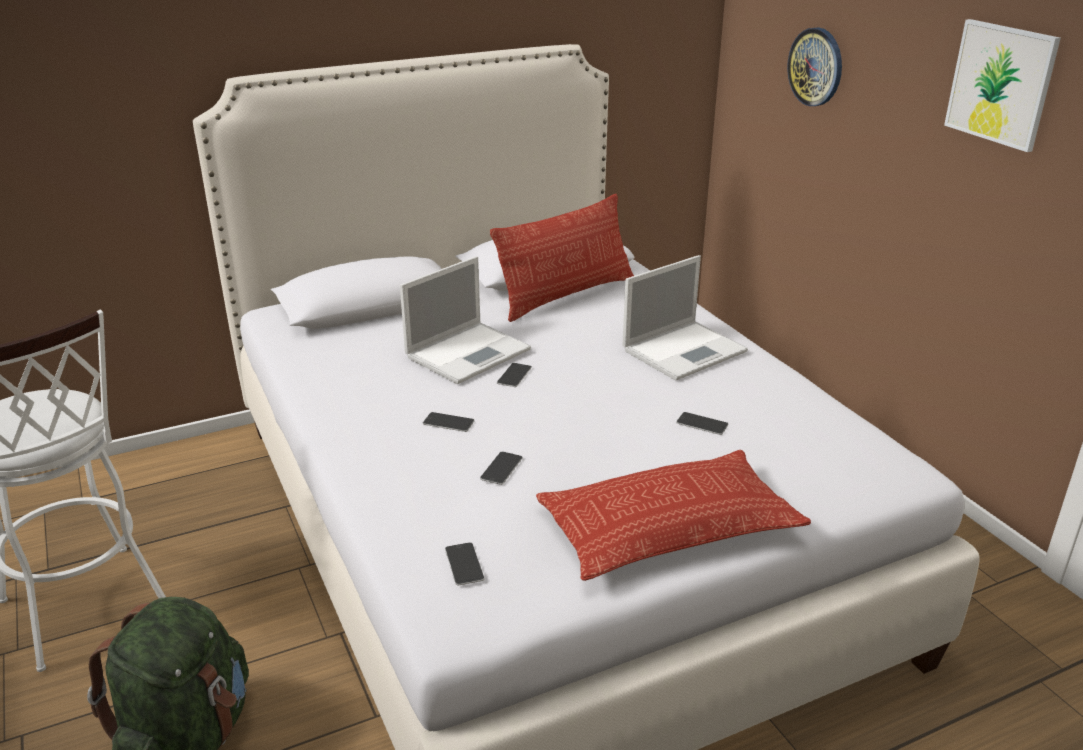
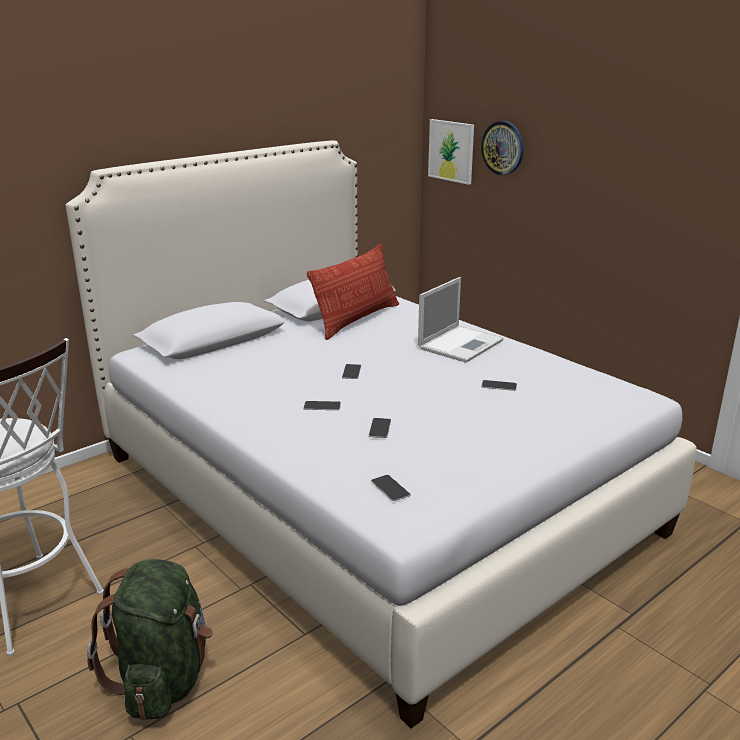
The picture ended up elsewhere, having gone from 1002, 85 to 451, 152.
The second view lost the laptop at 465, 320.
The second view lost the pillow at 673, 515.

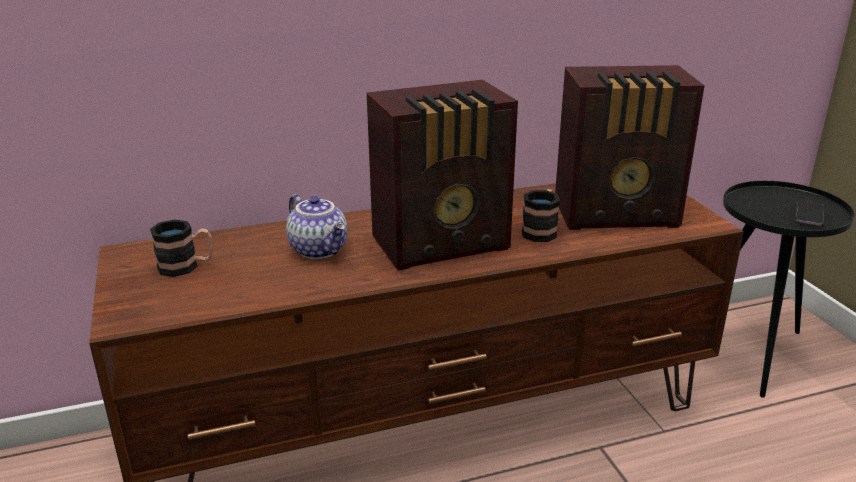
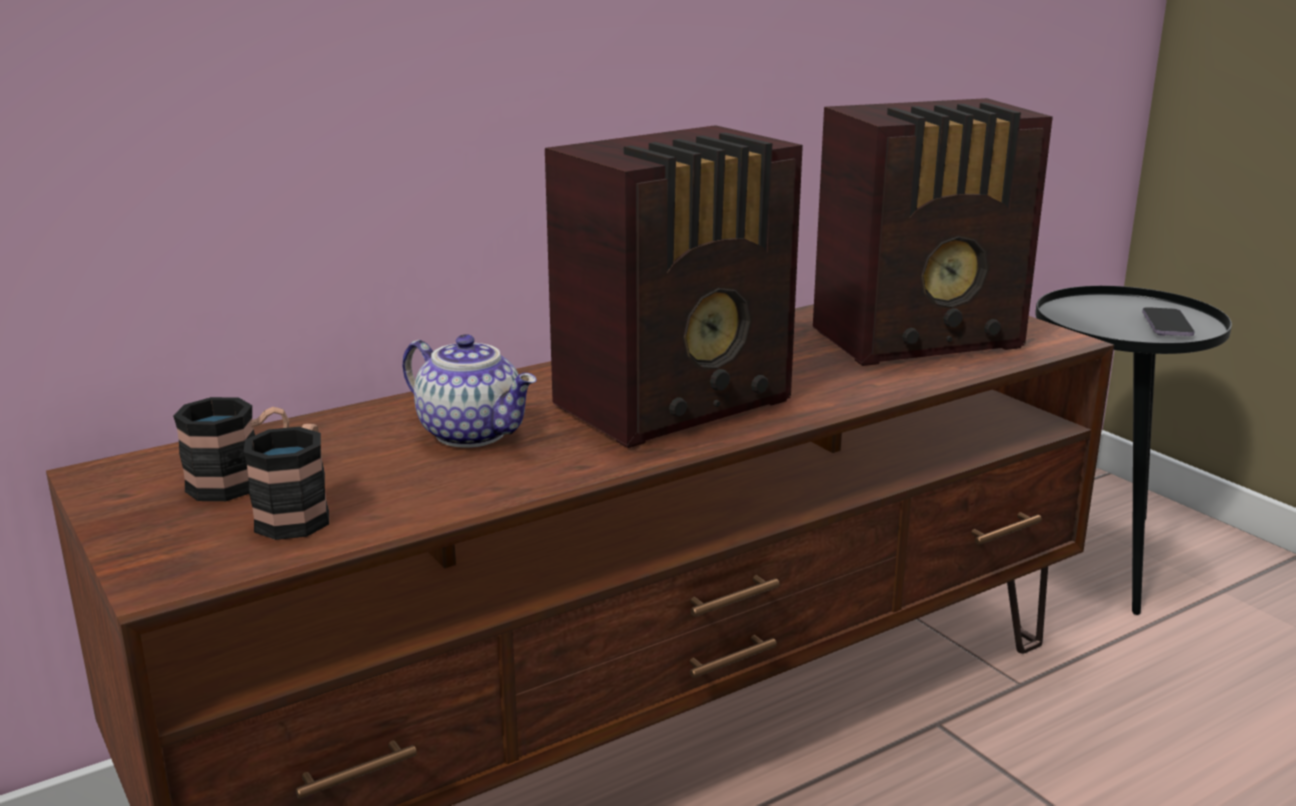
The mug ended up elsewhere, having gone from 541, 215 to 286, 482.

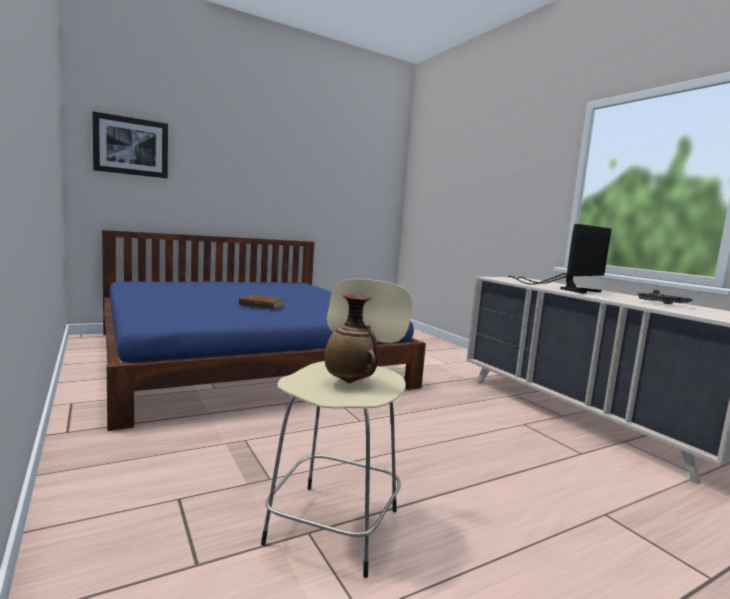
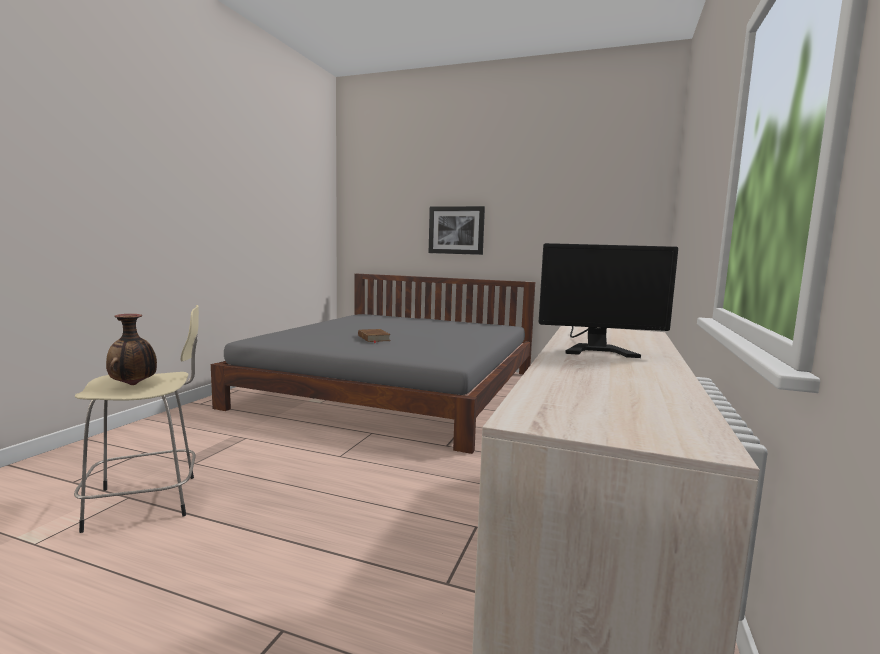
What was the blue_bed at 264, 330 turned into the grey_bed at 373, 364.
The picture ended up elsewhere, having gone from 130, 145 to 457, 230.
The second view lost the grey_tray at 668, 297.

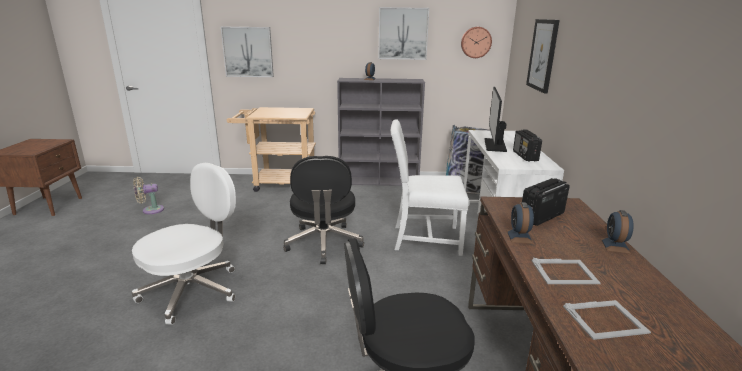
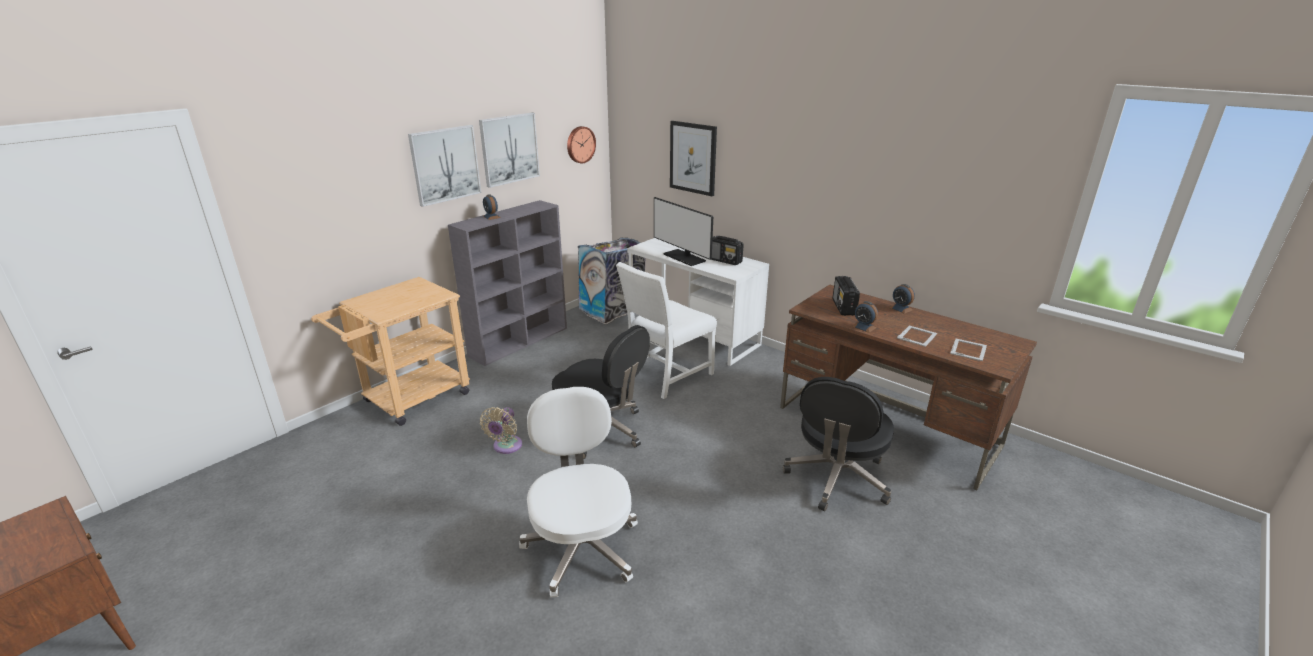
The picture ended up elsewhere, having gone from 247, 52 to 444, 166.
The beige_fan ended up elsewhere, having gone from 148, 195 to 501, 430.

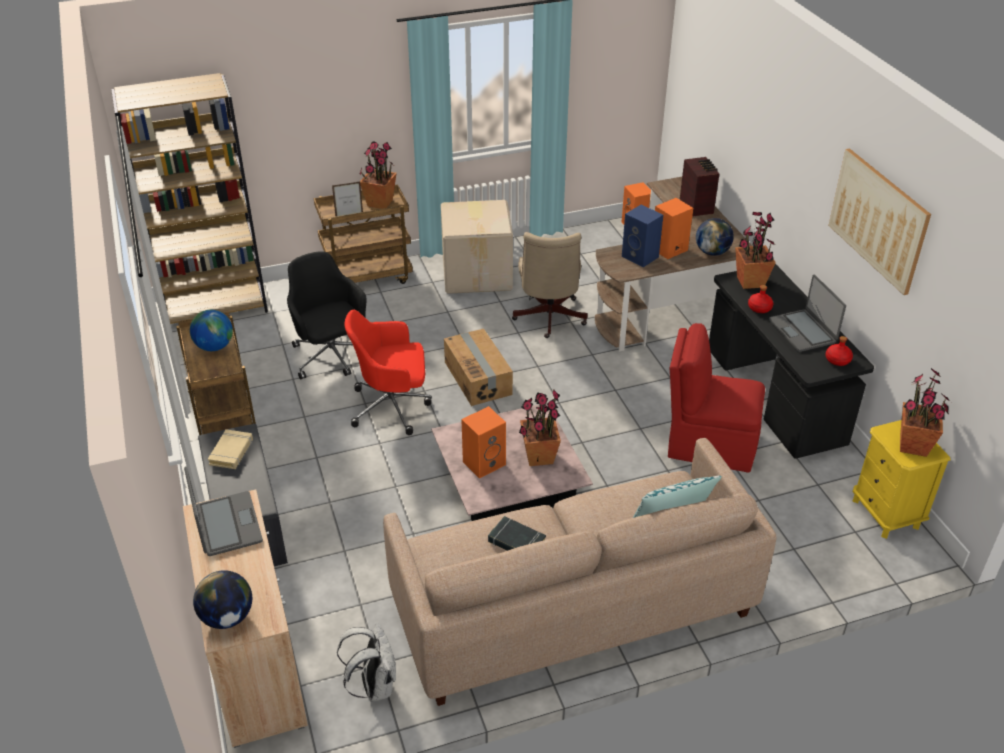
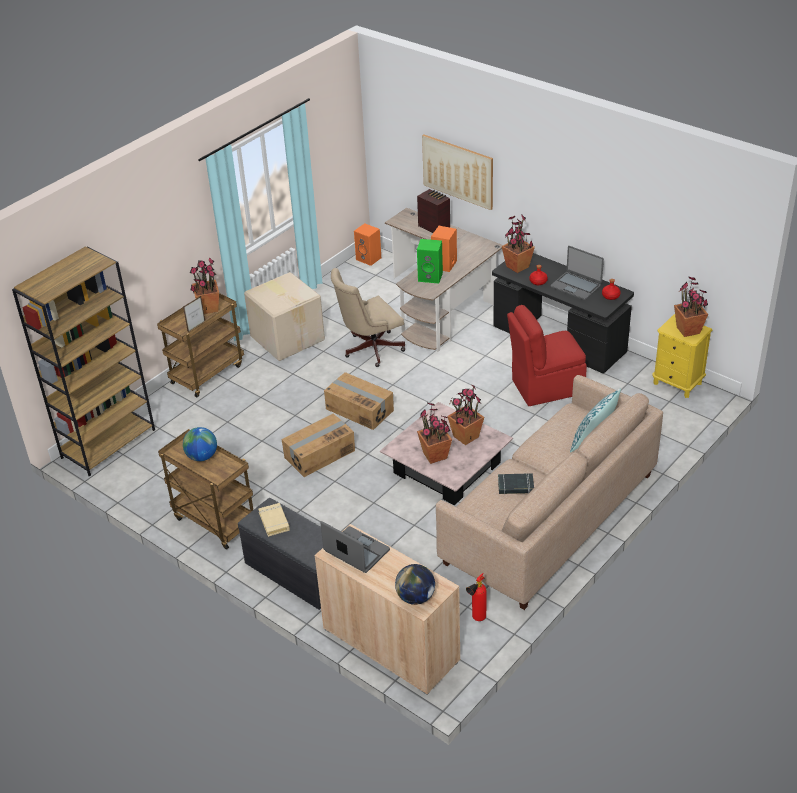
Where the red_office_chair stood at 388, 372, the cardboard_box came to stand at 318, 445.
The beige_office_chair at 549, 285 ended up facing another way, 90 degrees clockwise from before.
What was the blue_speaker at 642, 236 turned into the green_speaker at 430, 261.
Where the orange_speaker stood at 483, 442, the potted_plant came to stand at 434, 433.
The picture ended up elsewhere, having gone from 879, 221 to 457, 172.
Where the white_backpack stood at 366, 662, the fire_extinguisher came to stand at 476, 597.
The second view lost the black_office_chair at 327, 315.
The second view lost the globe at 715, 237.

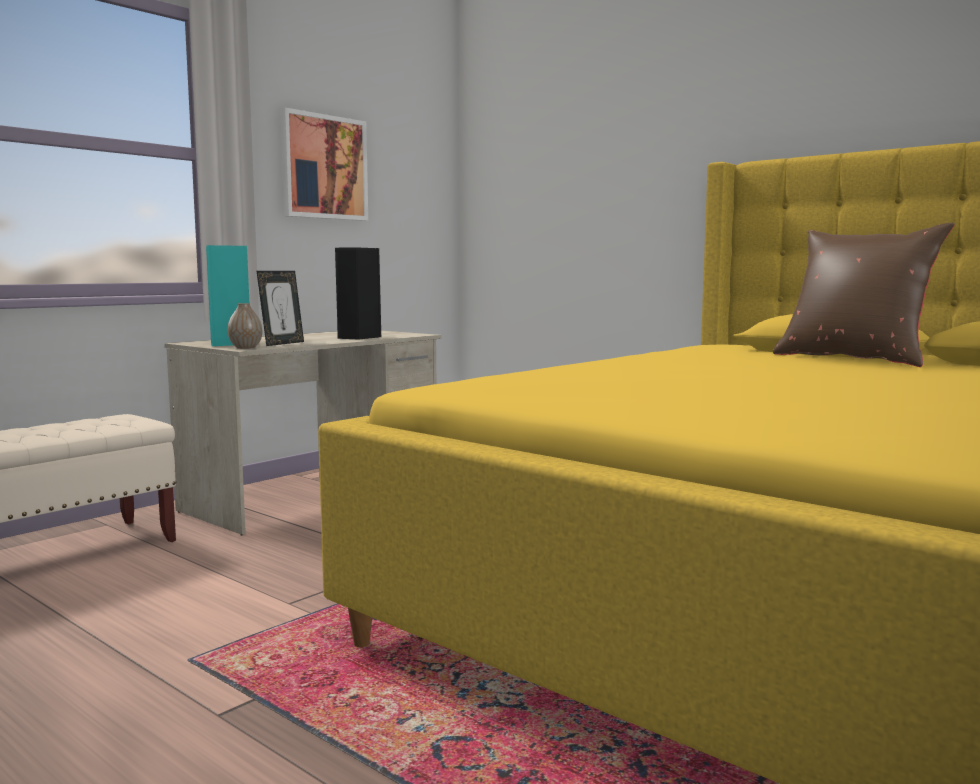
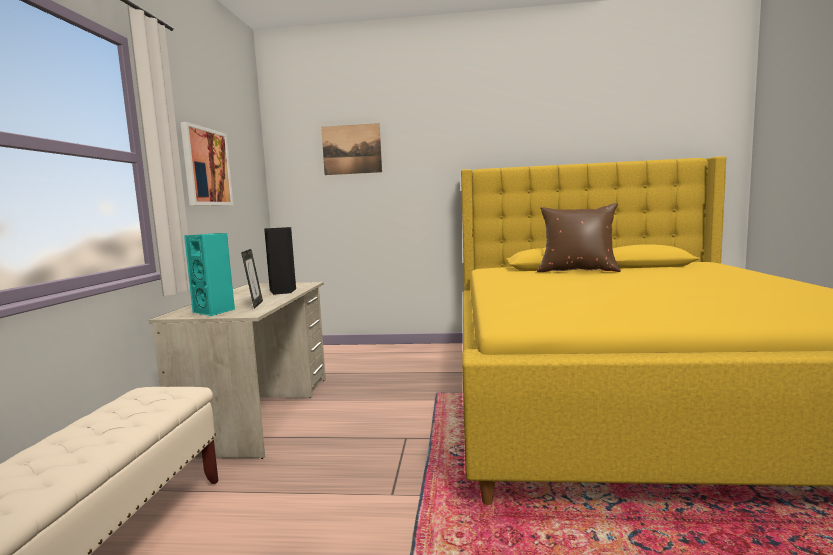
The second view gained the picture at 351, 149.
The second view lost the vase at 245, 326.

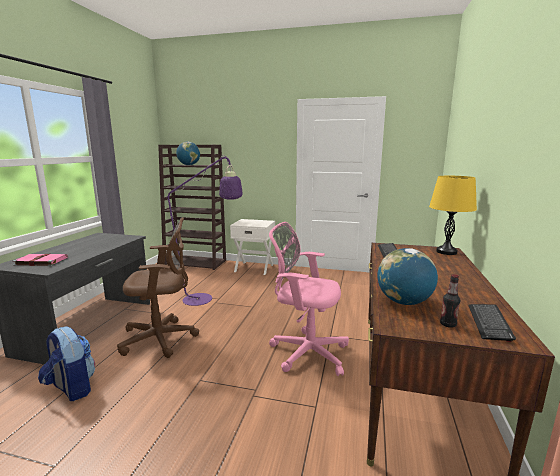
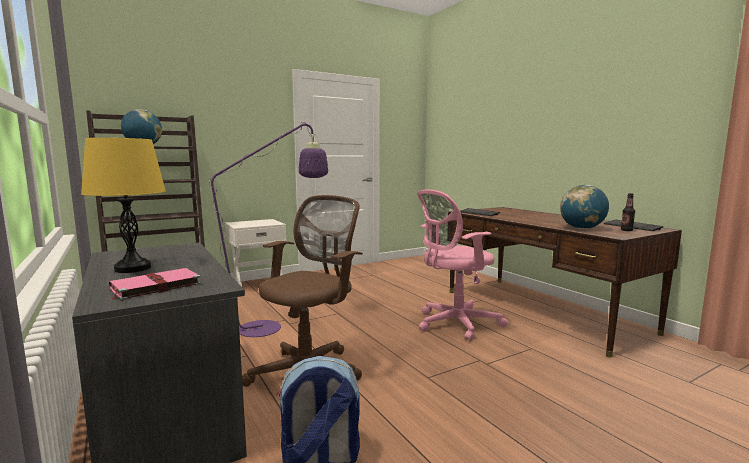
The yellow_table_lamp ended up elsewhere, having gone from 453, 215 to 123, 205.

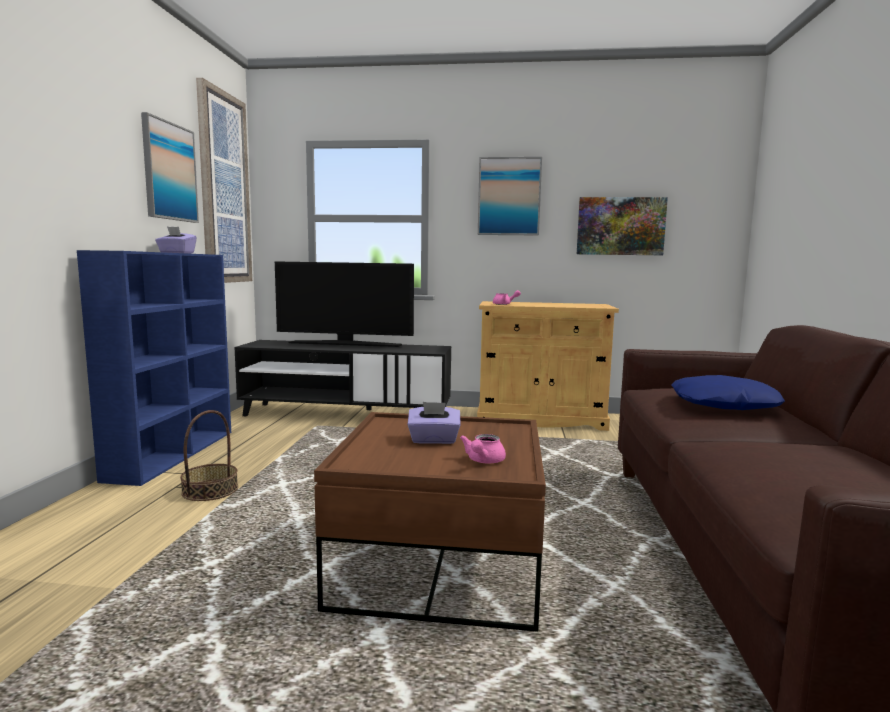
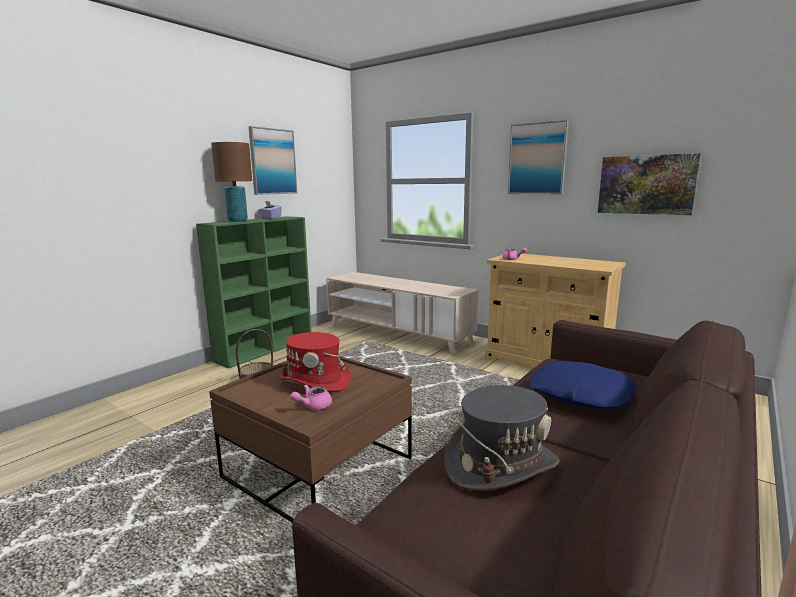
What was the blue_bookcase at 154, 368 turned into the green_bookcase at 254, 292.
The second view gained the brown_table_lamp at 231, 182.
Where the purple_tissue_box stood at 434, 423, the red_hat came to stand at 315, 362.
What was the black_tv_stand at 342, 378 turned into the beige_tv_stand at 402, 314.
The second view gained the grey_hat at 501, 438.
The second view lost the picture at 224, 180.
The second view lost the television at 344, 304.

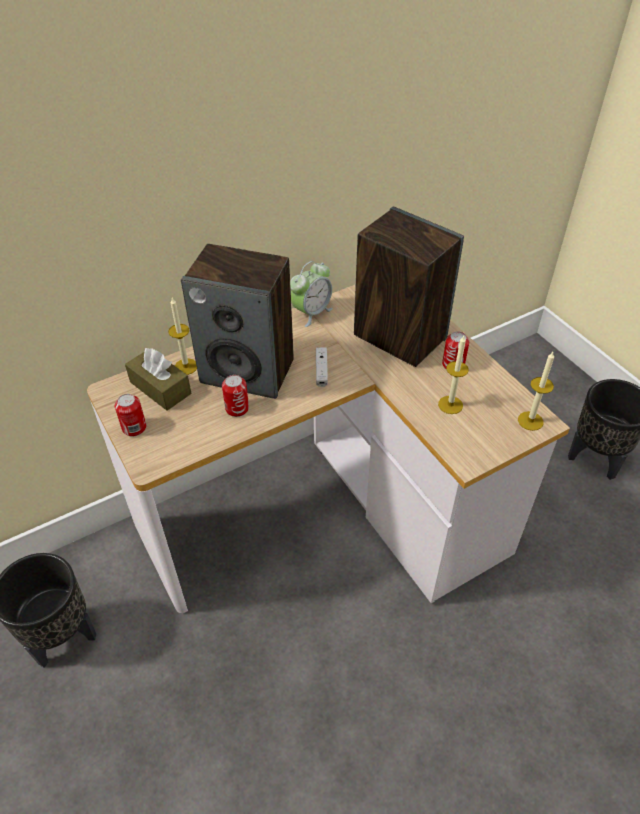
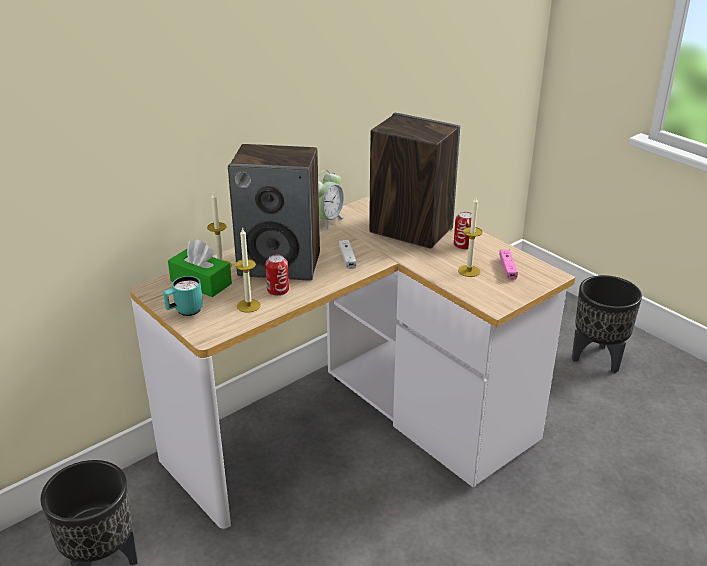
Where the can stood at 130, 415, the turquoise_mug came to stand at 183, 296.
What was the brown_tissue_box at 158, 379 turned into the green_tissue_box at 200, 268.
The candle ended up elsewhere, having gone from 536, 391 to 248, 270.
The second view gained the pink_game_controller at 508, 265.

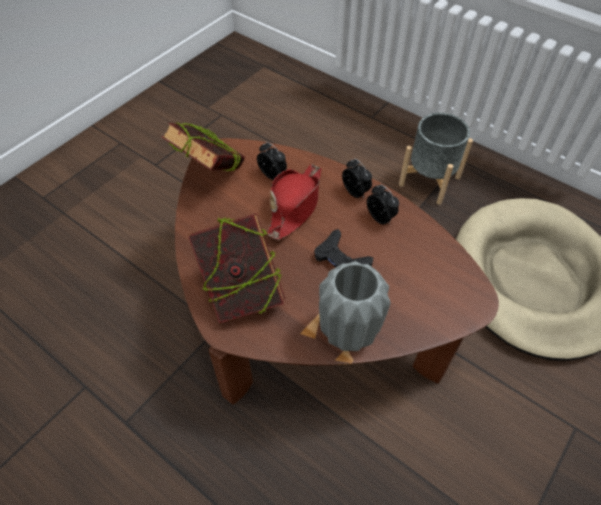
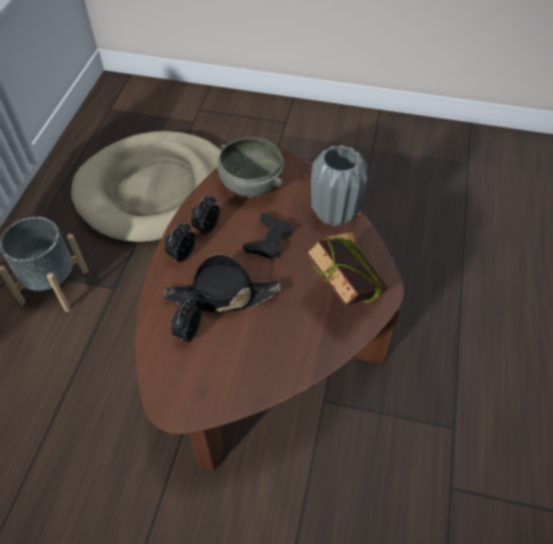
What was the red_hat at 294, 202 turned into the black_hat at 222, 283.
The second view gained the grey_bowl at 250, 167.
The second view lost the book at 203, 146.

